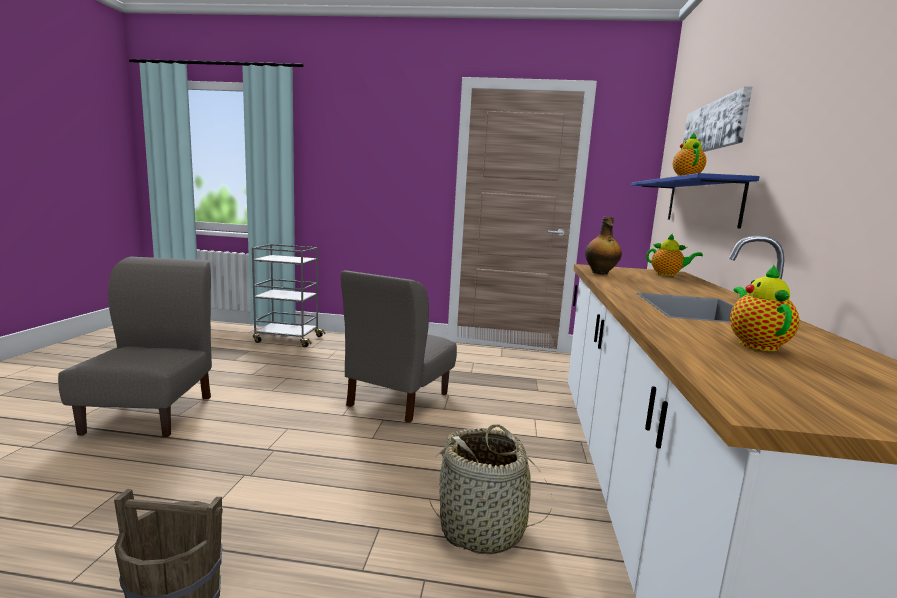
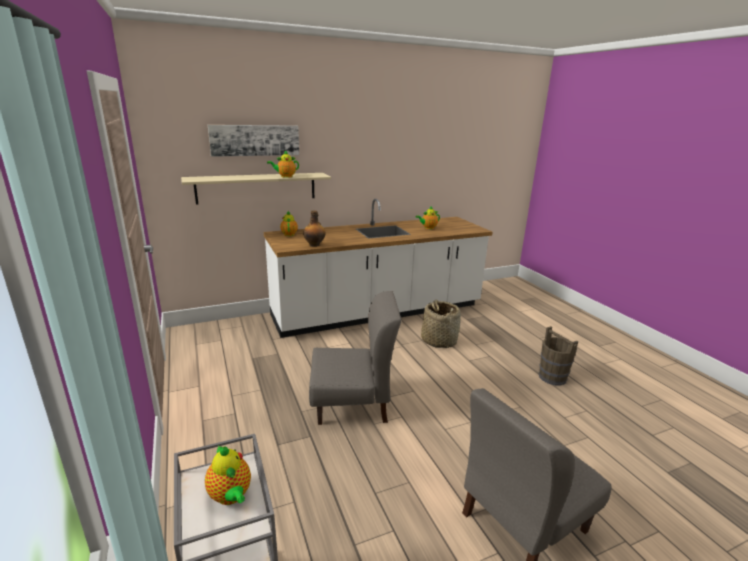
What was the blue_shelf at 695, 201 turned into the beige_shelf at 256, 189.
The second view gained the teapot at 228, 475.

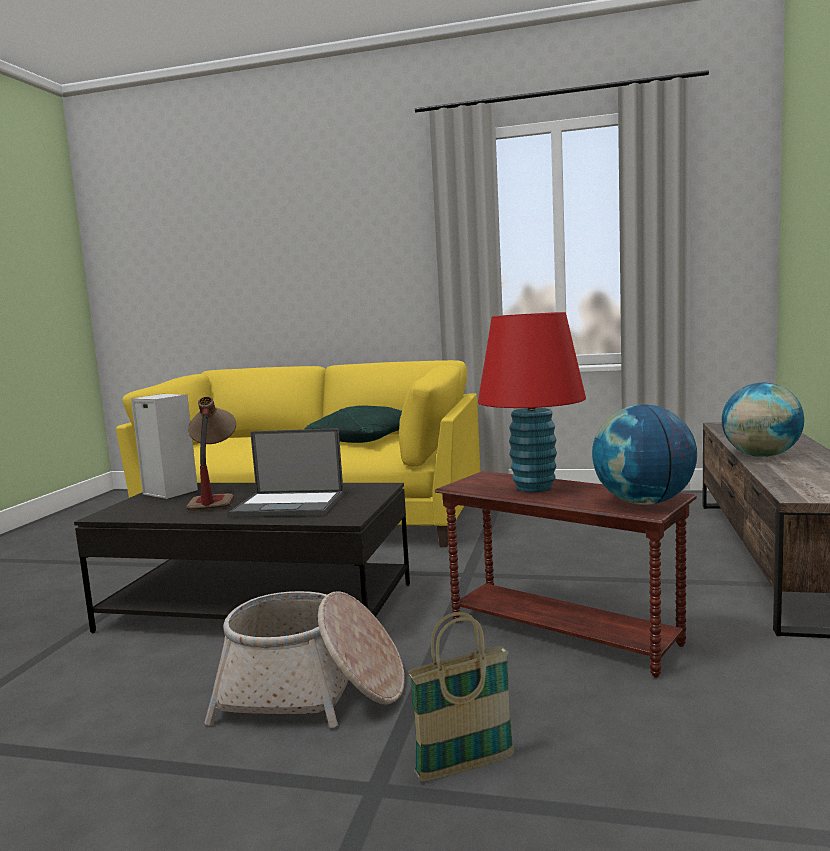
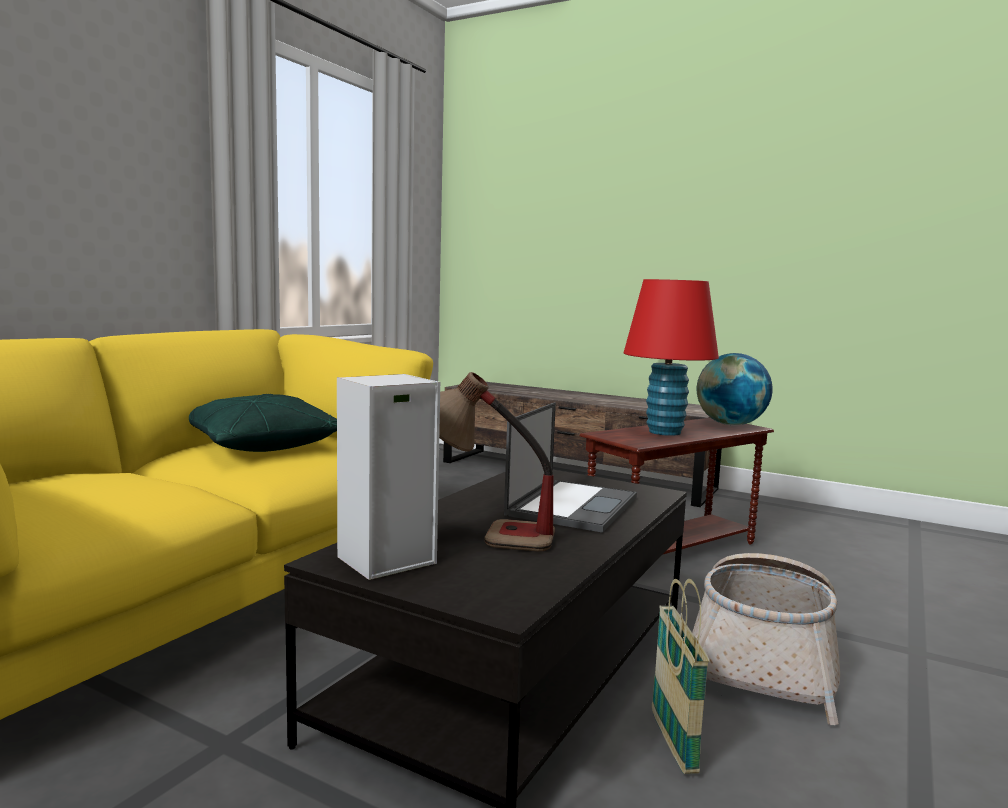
The basket ended up elsewhere, having gone from 461, 697 to 680, 676.
The second view lost the globe at 763, 420.

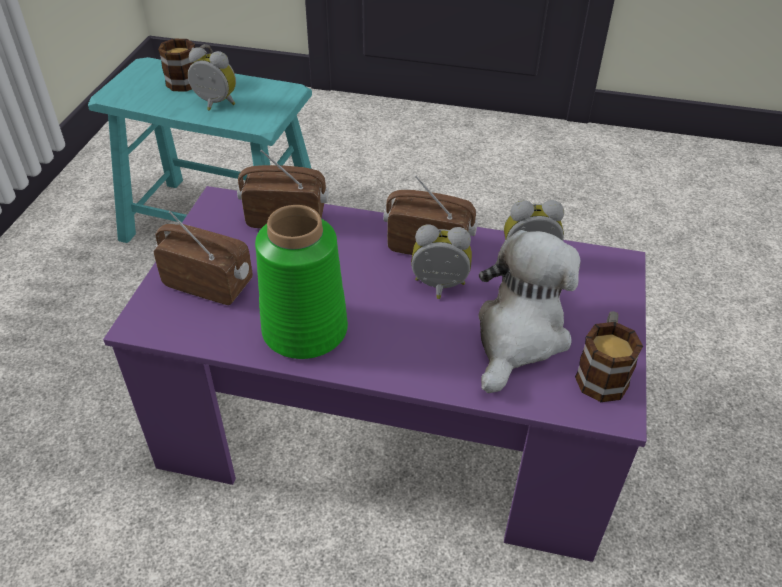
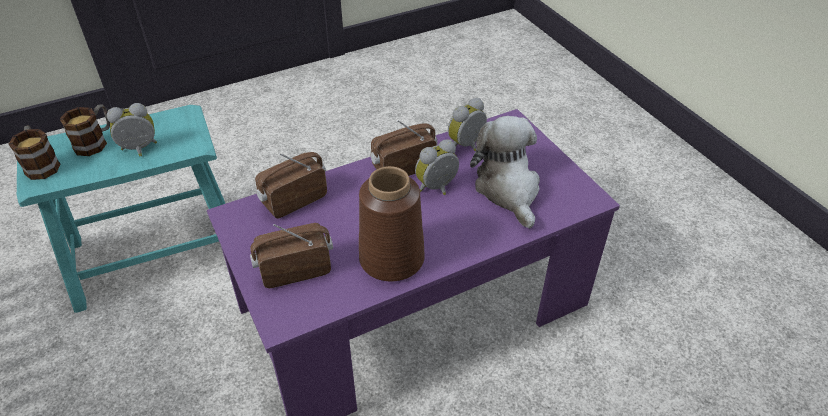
The mug ended up elsewhere, having gone from 609, 356 to 34, 152.
What was the green_vase at 301, 282 turned into the brown_vase at 392, 223.

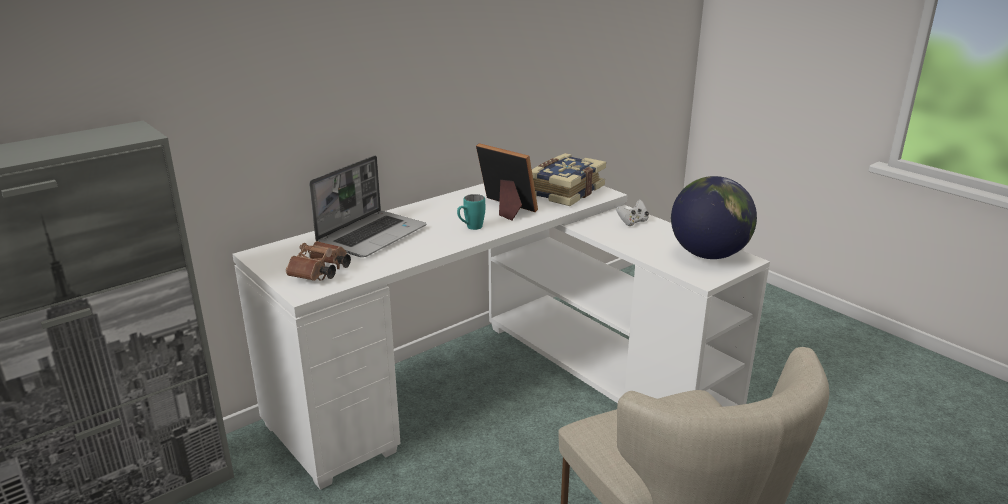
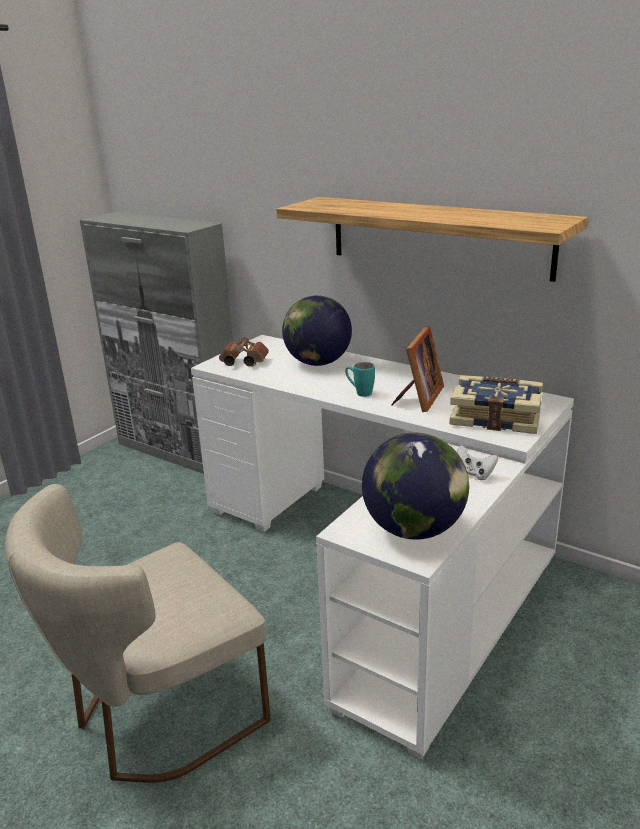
The second view gained the shelf at 432, 239.
Where the laptop stood at 367, 206, the globe came to stand at 317, 330.

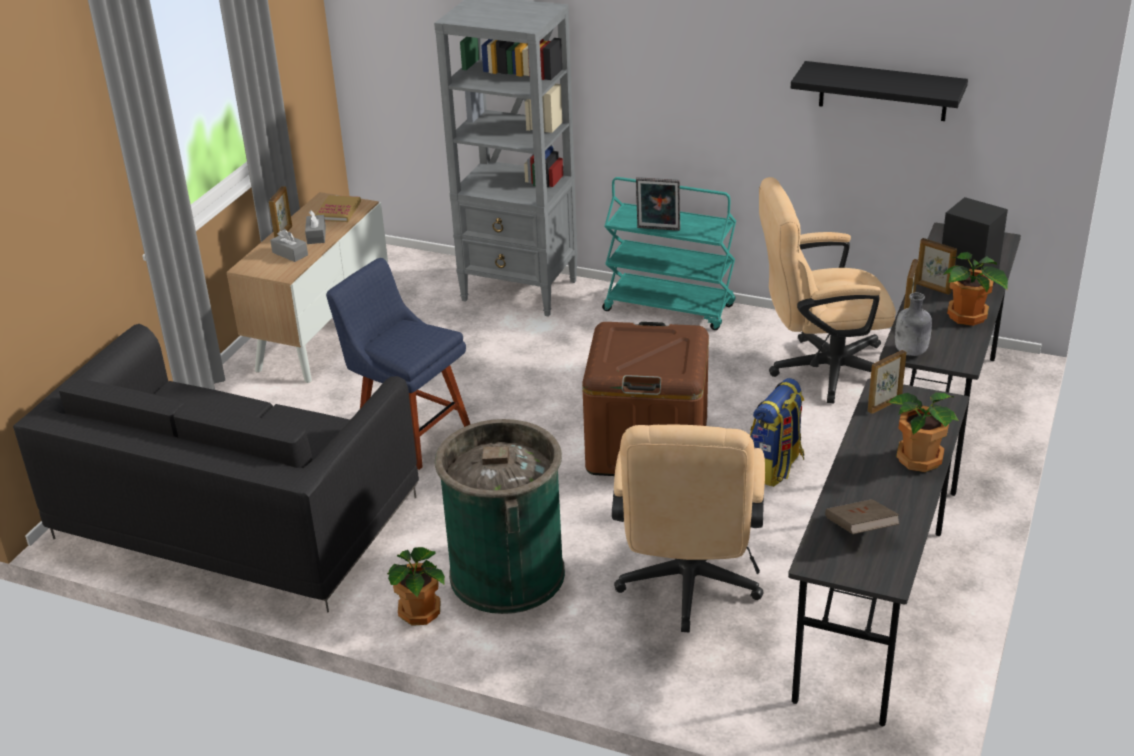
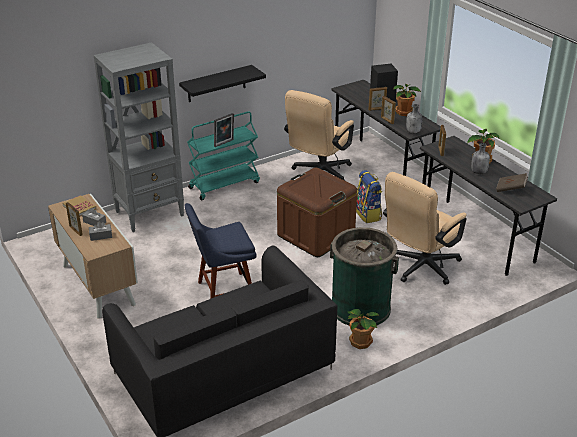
The black_shelf ended up elsewhere, having gone from 879, 91 to 222, 83.
The beige_office_chair at 688, 529 ended up facing another way, 90 degrees clockwise from before.
The second view gained the grey_bottle at 480, 158.

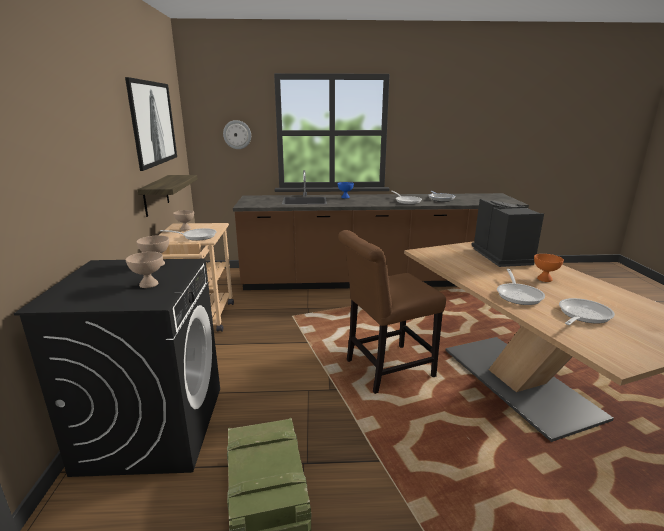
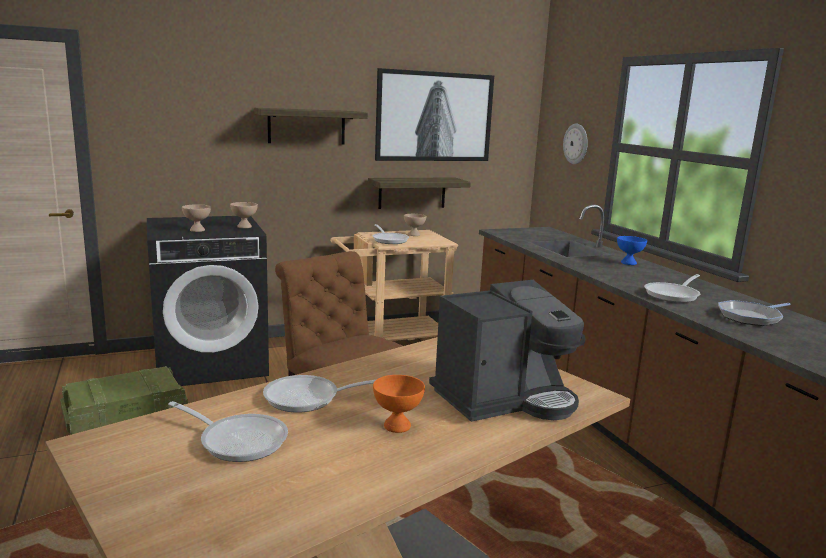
The second view gained the shelf at 311, 126.

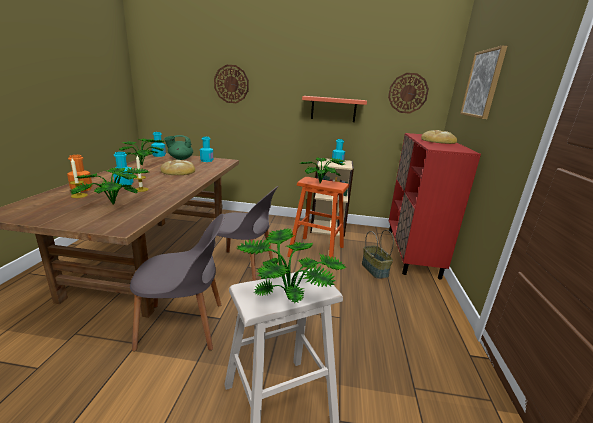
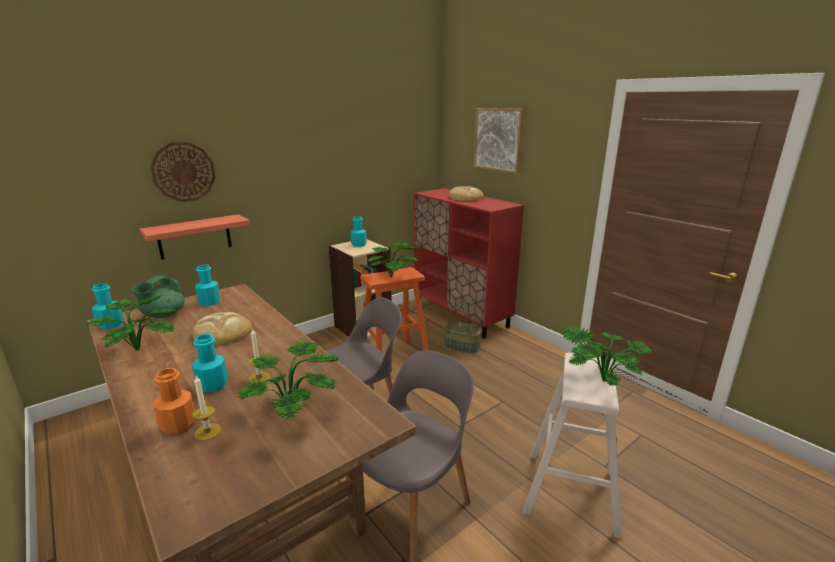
The shelf ended up elsewhere, having gone from 334, 109 to 195, 237.
The second view lost the wall_clock at 408, 93.

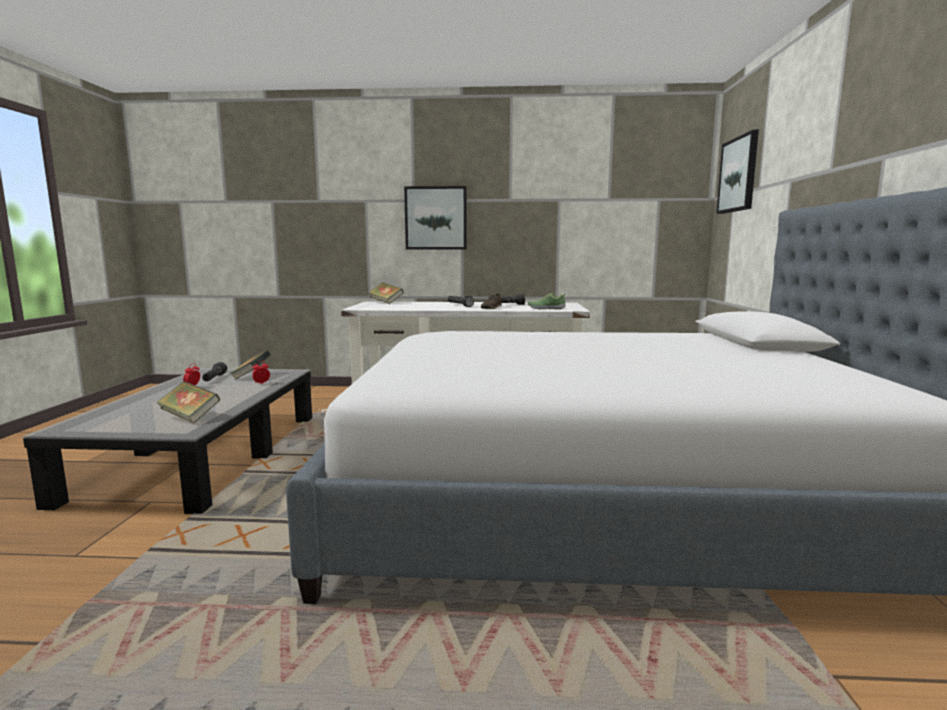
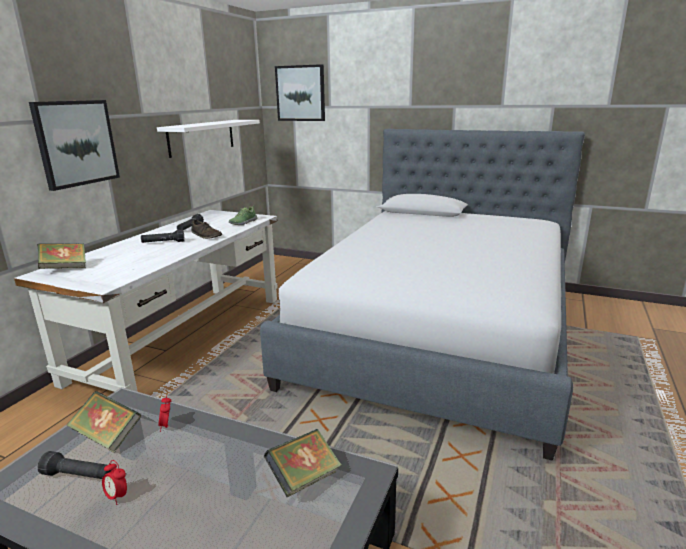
The second view gained the white_shelf at 208, 139.

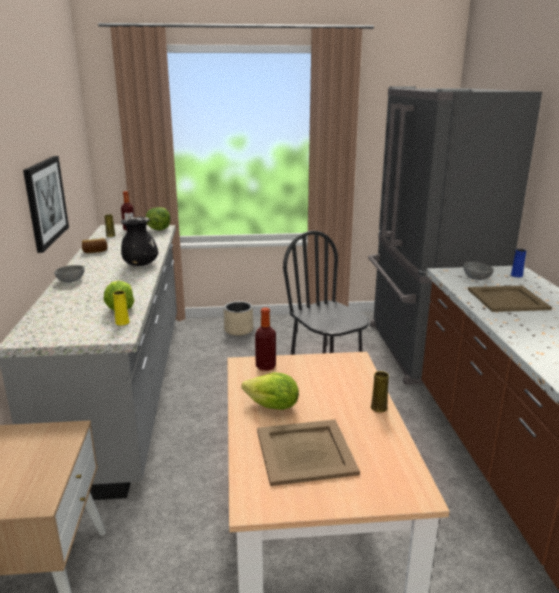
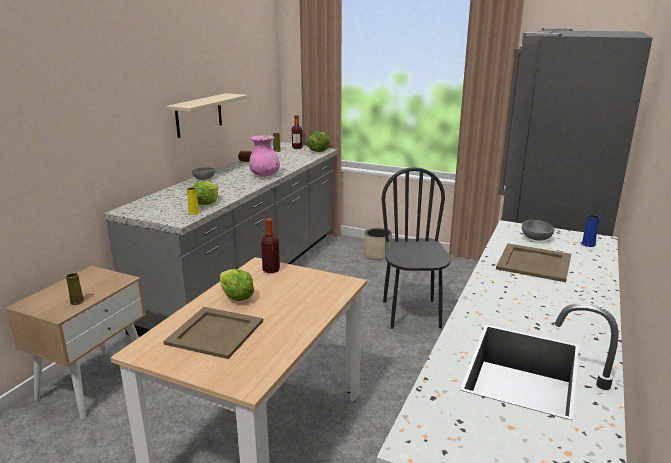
The yellow_vase ended up elsewhere, having gone from 380, 391 to 75, 289.
Where the picture hung at 46, 204, the beige_shelf came to hang at 207, 115.
What was the black_vase at 139, 241 turned into the pink_vase at 264, 156.

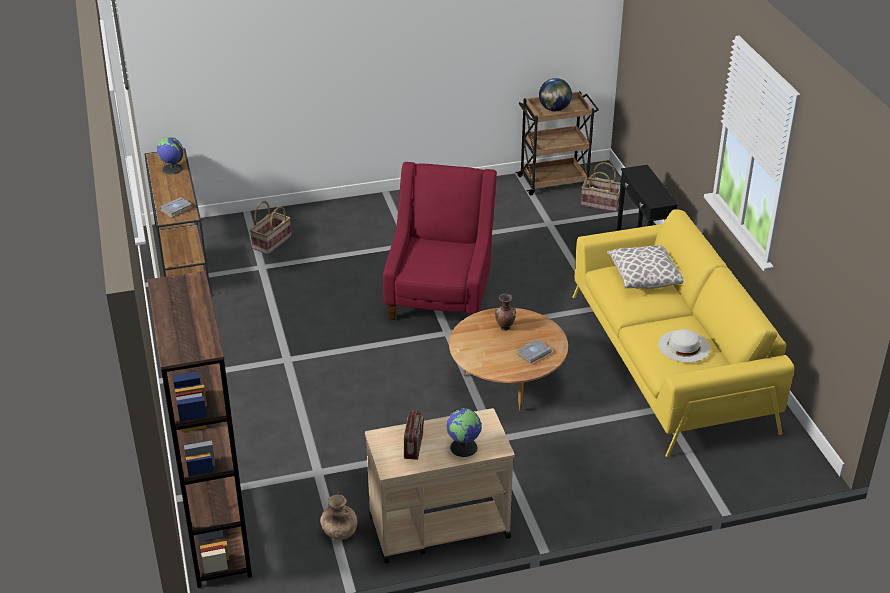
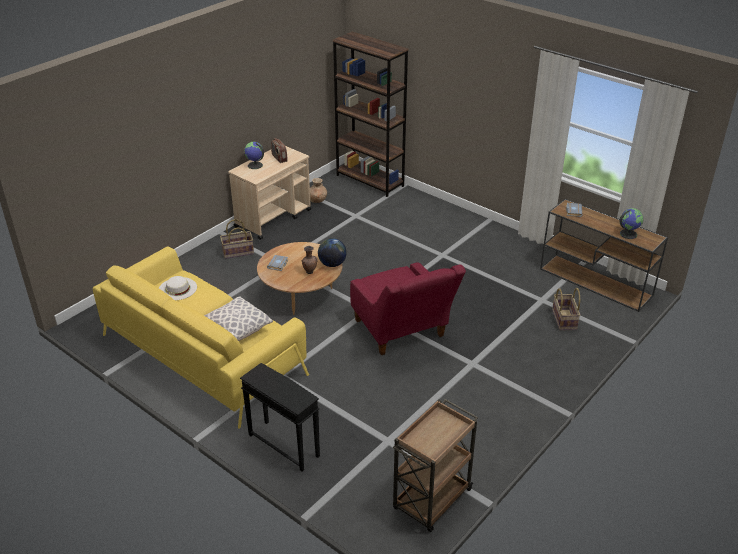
The basket ended up elsewhere, having gone from 601, 187 to 237, 239.
The globe ended up elsewhere, having gone from 555, 94 to 332, 252.

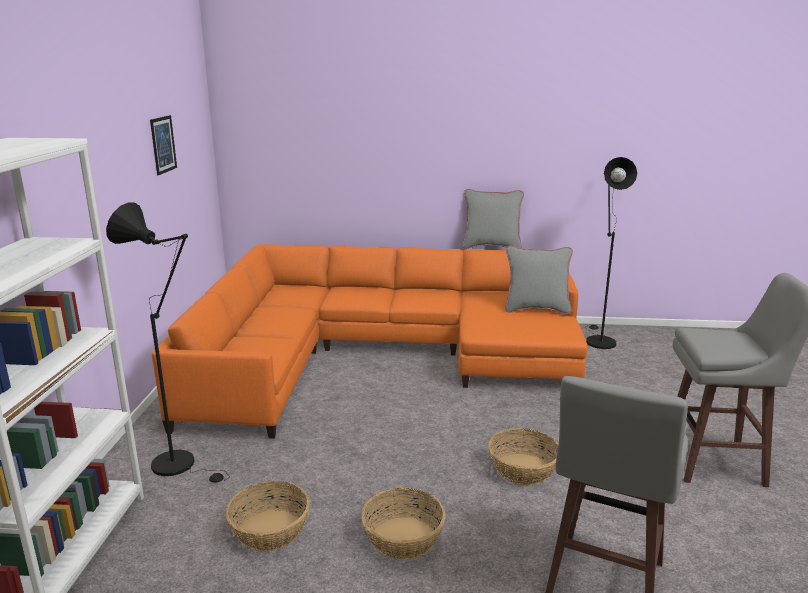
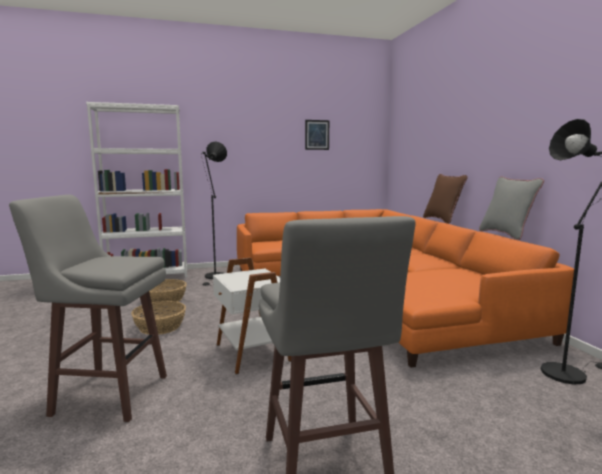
Where the basket stood at 523, 456, the white_side_table came to stand at 252, 316.
The second view gained the brown_pillow at 445, 199.
The second view lost the grey_pillow at 539, 280.

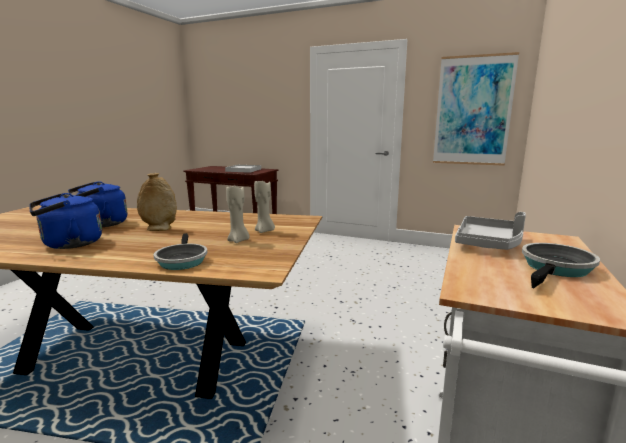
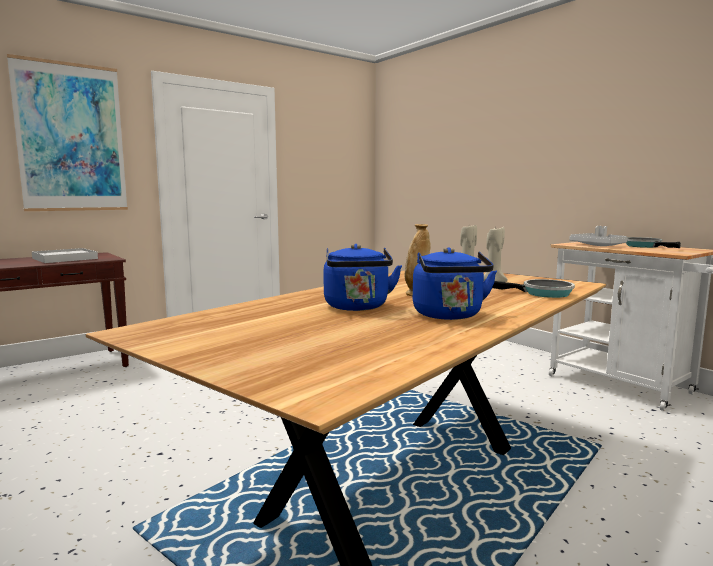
The picture ended up elsewhere, having gone from 476, 109 to 67, 132.

